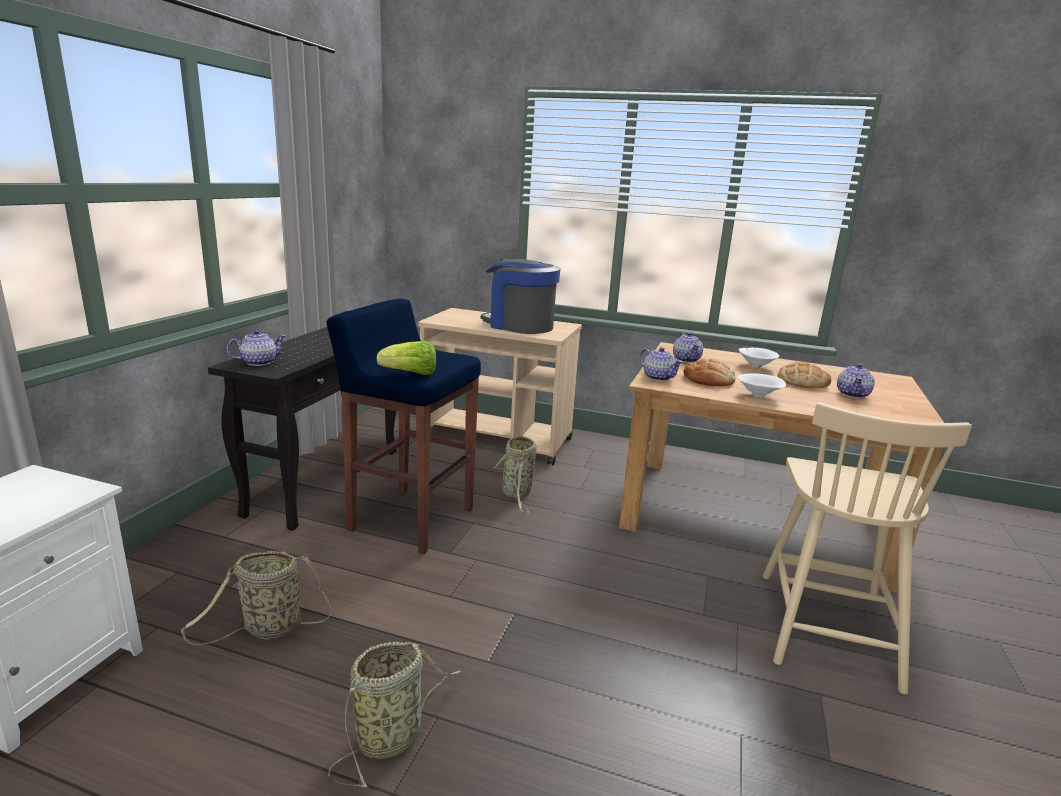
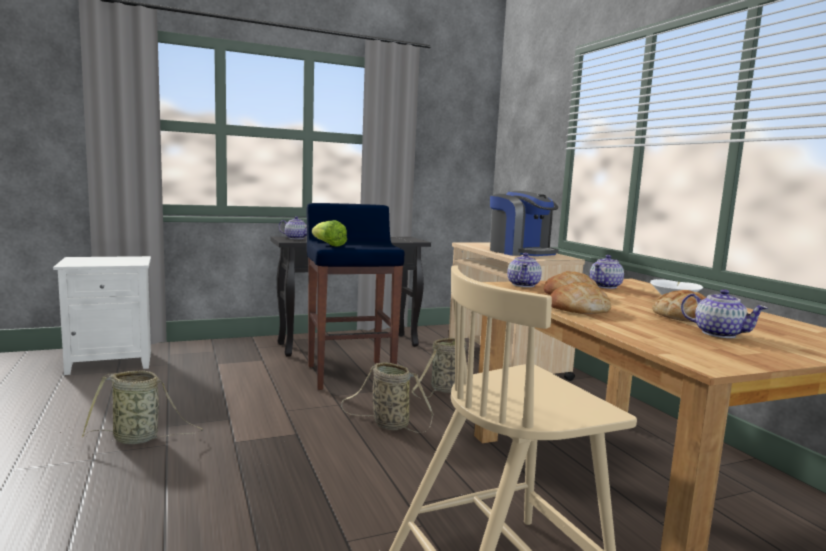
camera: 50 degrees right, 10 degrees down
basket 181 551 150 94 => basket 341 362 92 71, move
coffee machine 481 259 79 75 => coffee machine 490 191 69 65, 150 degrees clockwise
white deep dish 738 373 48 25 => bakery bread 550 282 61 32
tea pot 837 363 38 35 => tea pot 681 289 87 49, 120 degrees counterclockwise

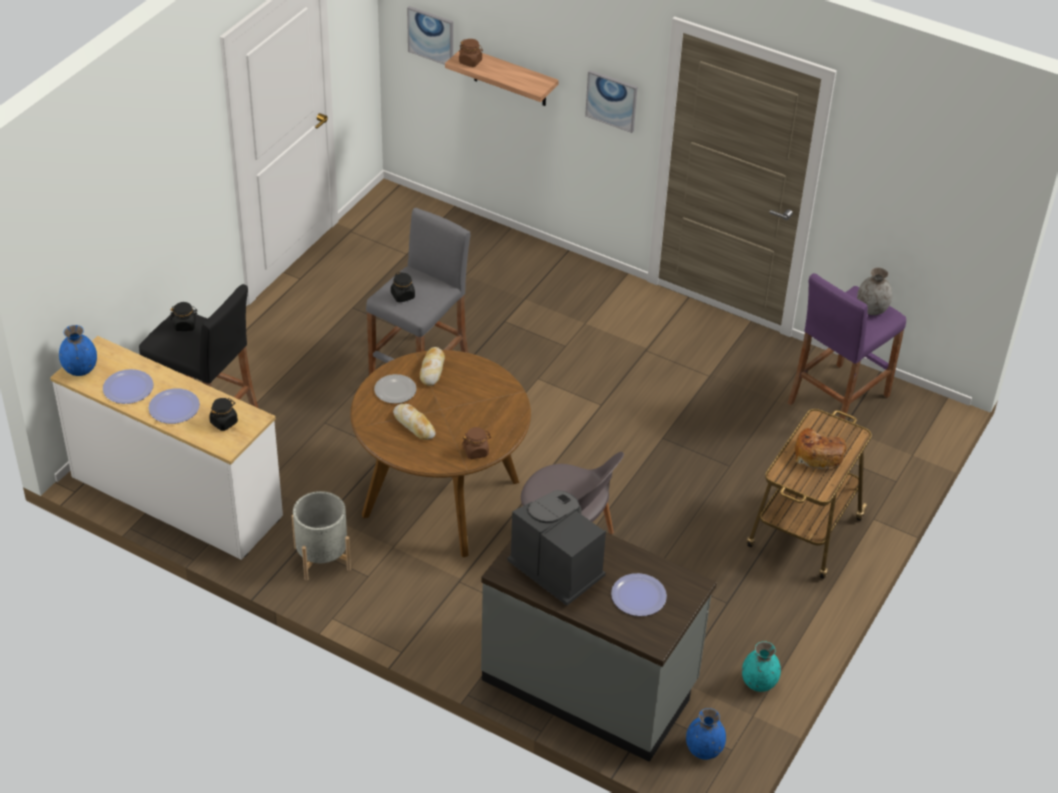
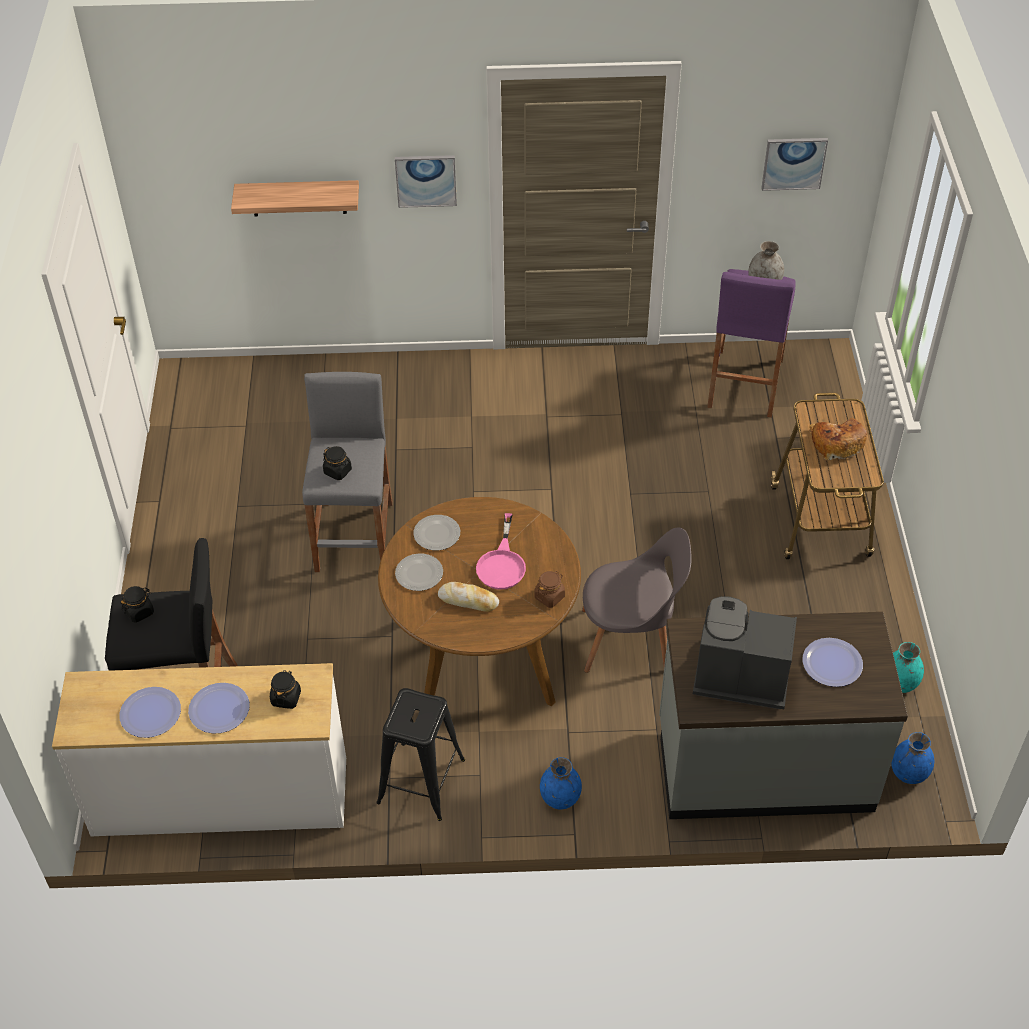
camera: 30 degrees left, 5 degrees up
grey plant pot 292 491 59 90 => blackish sitting stool 376 688 89 133
bakery bread 420 347 25 39 => plate 413 515 47 35
nothing => pink pan 476 513 50 77
bluish decorative vase 59 325 38 51 => bluish decorative vase 540 757 42 52, move
wall picture 407 6 46 59 => wall picture 761 138 67 53, move
brown-coloured preserve jar 459 39 24 28 => nothing

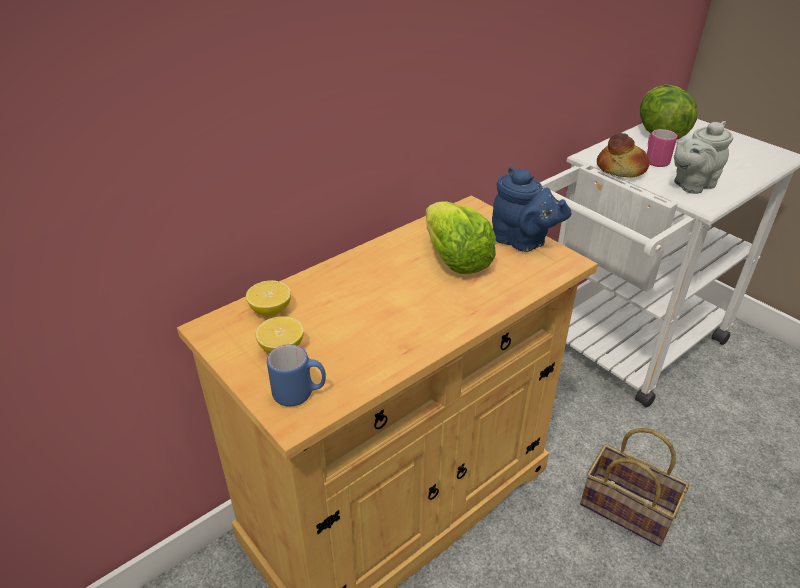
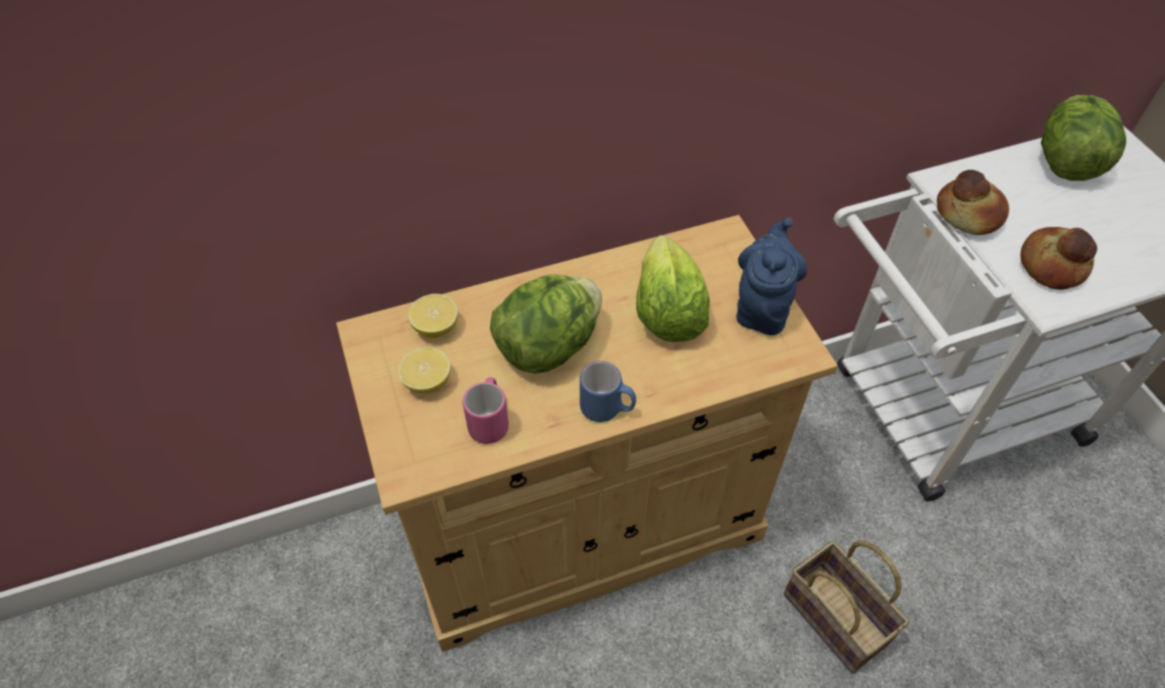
camera: 20 degrees right, 15 degrees up
pink mug 647 129 30 38 => pink mug 463 377 46 67, move
nothing => head of lettuce 490 274 112 100
bluish mug 267 344 59 62 => bluish mug 580 361 56 61, move
bluish tea pot 492 167 79 85 => bluish tea pot 736 218 71 117, 135 degrees counterclockwise
grey tea pot 674 121 59 73 => bakery bread 1021 227 76 63

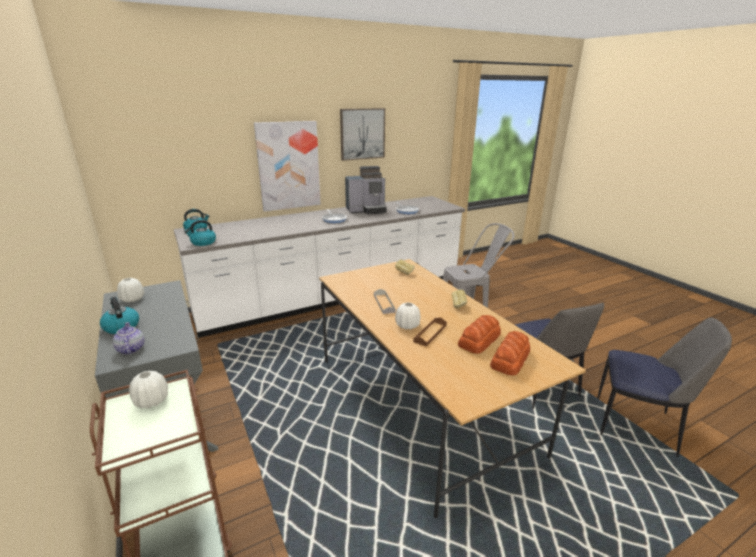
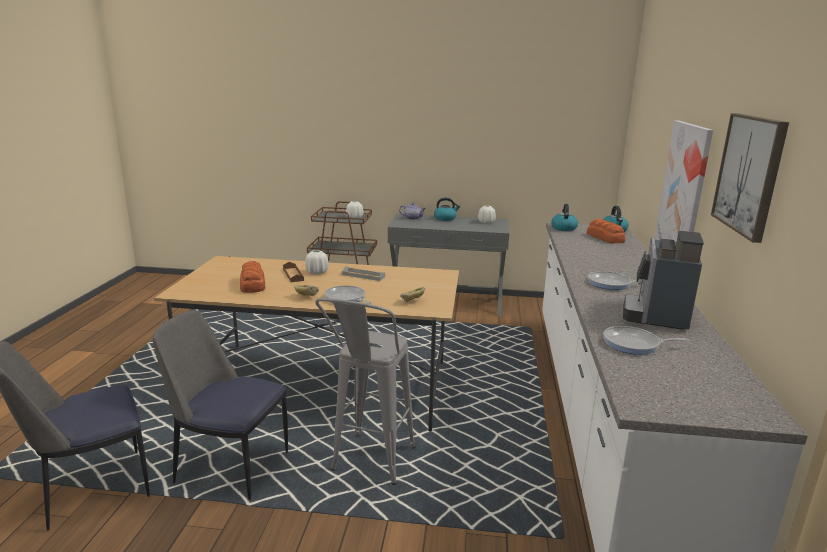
camera: 125 degrees right, 5 degrees down
nothing => pan 324 285 48 19
bakery bread 490 331 40 44 => bakery bread 587 219 38 25, move

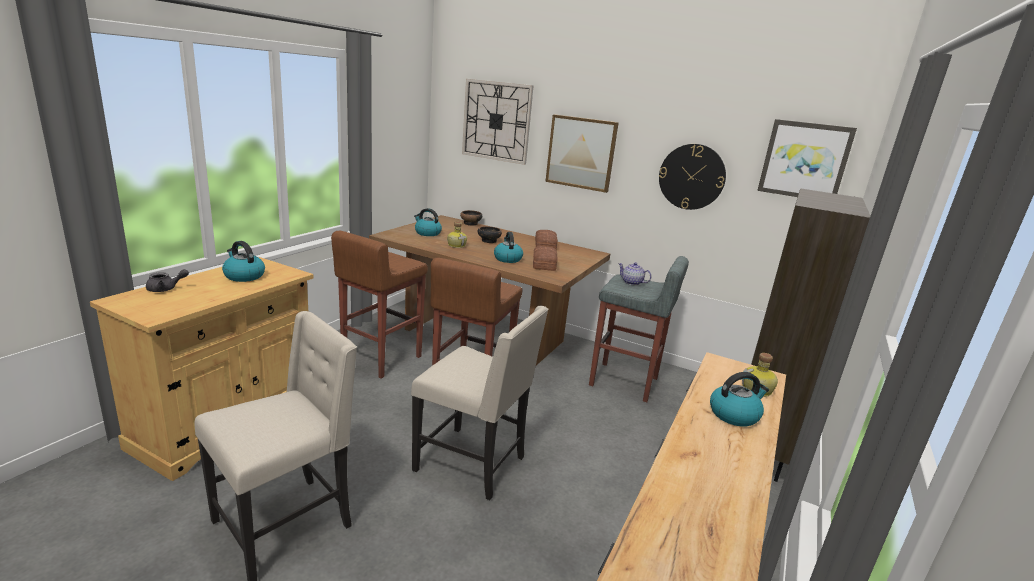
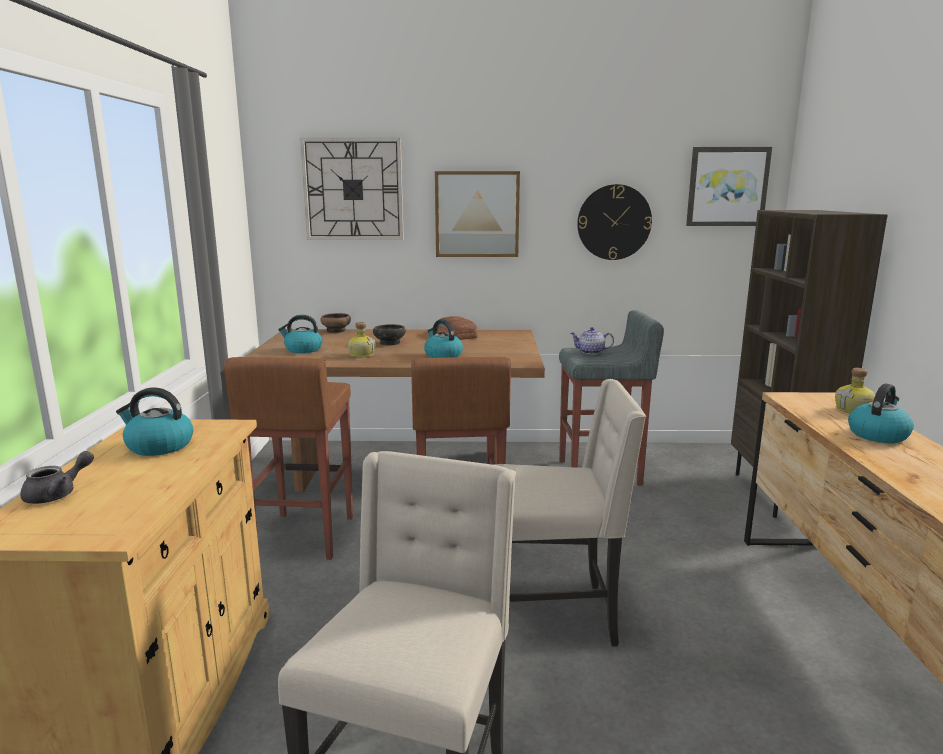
camera: 25 degrees left, 5 degrees down
bakery bread 533 246 24 25 => nothing

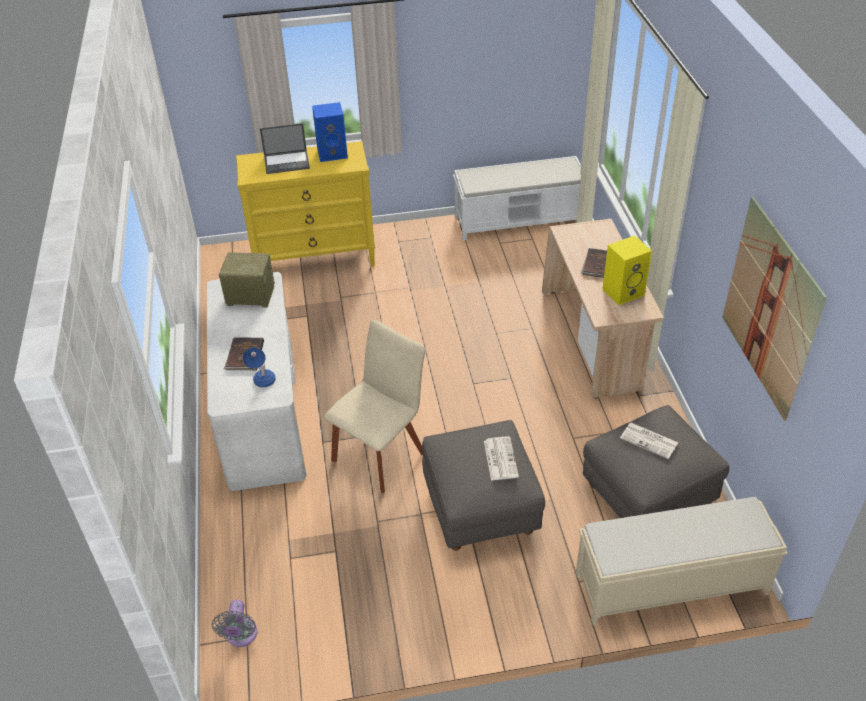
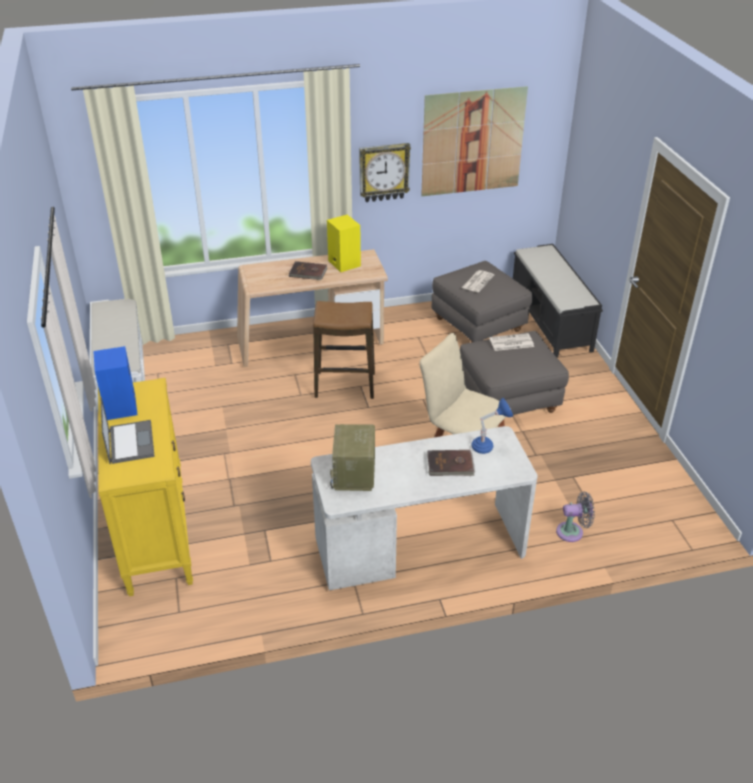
camera: 95 degrees left, 5 degrees down
nothing => sitting stool 313 301 62 98
nothing => clock on the wall 359 143 52 59
beige-coloured indoor bench 576 497 211 128 => blackish indoor bench 513 244 90 113
grey fan 212 600 46 47 => grey fan 556 492 39 50, move

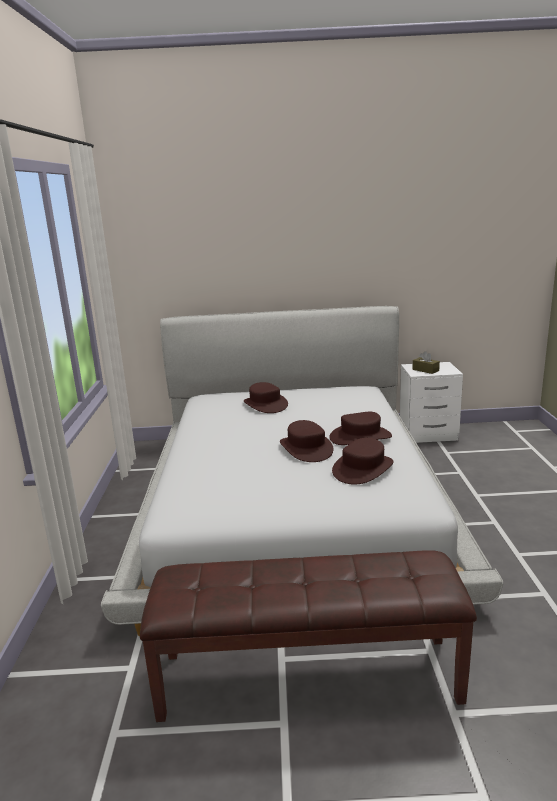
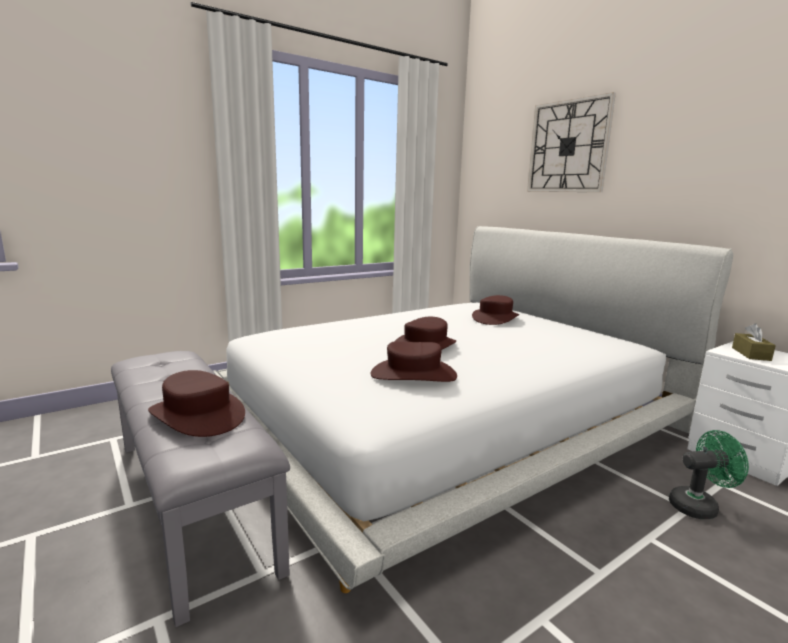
camera: 55 degrees right, 5 degrees down
brown-coloured indoor bench 140 550 337 172 => grey indoor bench 111 351 179 276
brown-coloured clothing hat 330 412 62 33 => brown-coloured clothing hat 148 370 97 67, move
nothing => clock on the wall 527 92 89 100
nothing => green-coloured fan 669 430 80 89

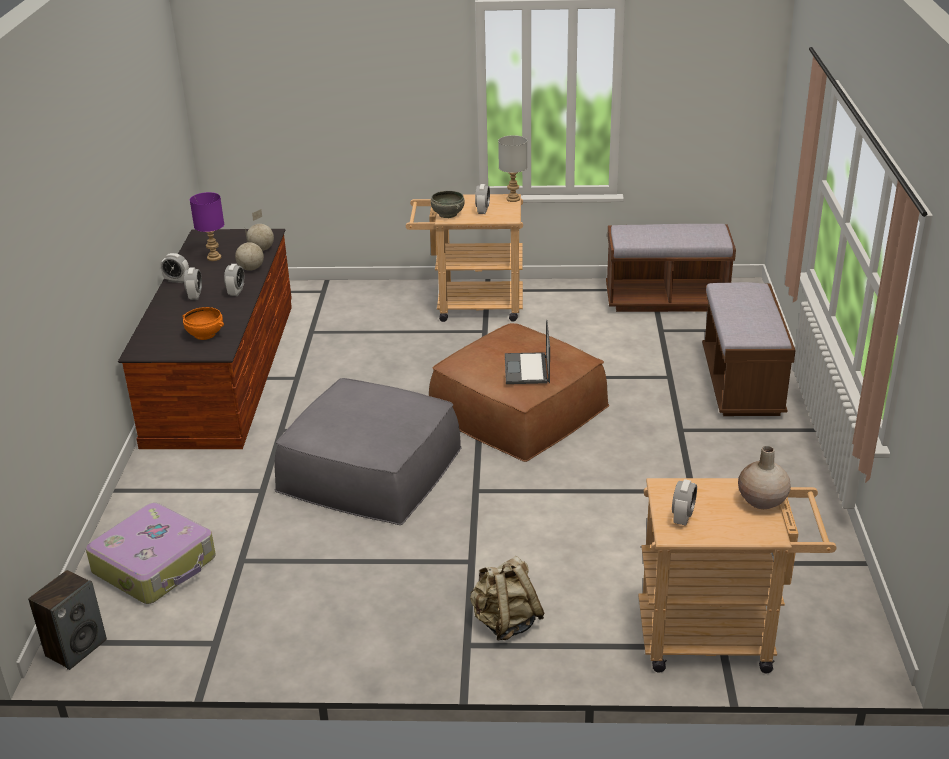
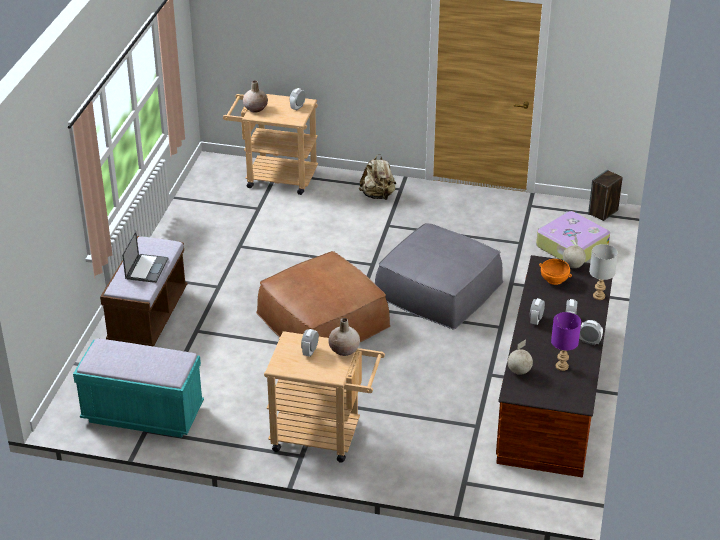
camera: 170 degrees left, 5 degrees up
brown-coloured indoor bench 606 224 130 88 => turquoise-coloured indoor bench 73 339 131 99
portable computer 505 320 45 64 => portable computer 122 231 47 52, move
grey deep dish 431 191 34 27 => beige-coloured decorative vase 328 318 32 38
desk globe 235 229 29 42 => desk globe 563 235 23 33, move
grey tabletop lamp 498 135 29 67 => grey tabletop lamp 589 244 29 56, move

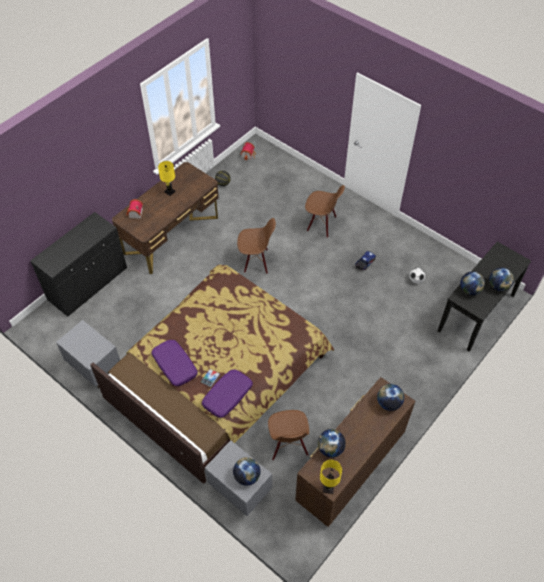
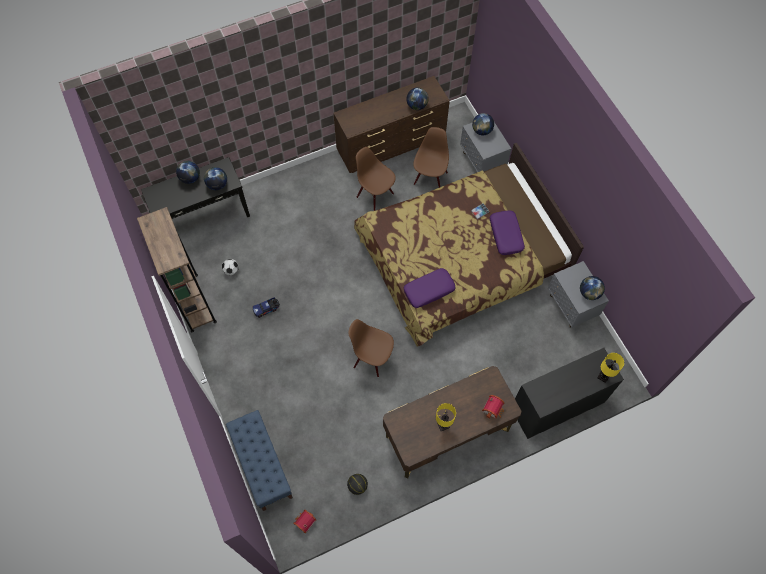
camera: 155 degrees left, 10 degrees up
nothing => brown-coloured shelving unit 137 207 80 125
nothing => bluish indoor bench 226 410 67 101
brown-coloured plain chair 305 185 40 53 => brown-coloured plain chair 356 147 40 64, move
purplish throw pillow 202 369 51 49 => purplish throw pillow 404 268 52 40, move
desk globe 377 384 27 27 => desk globe 580 276 25 24, move
yellowish tabletop lamp 320 460 22 34 => yellowish tabletop lamp 597 353 27 30, move

